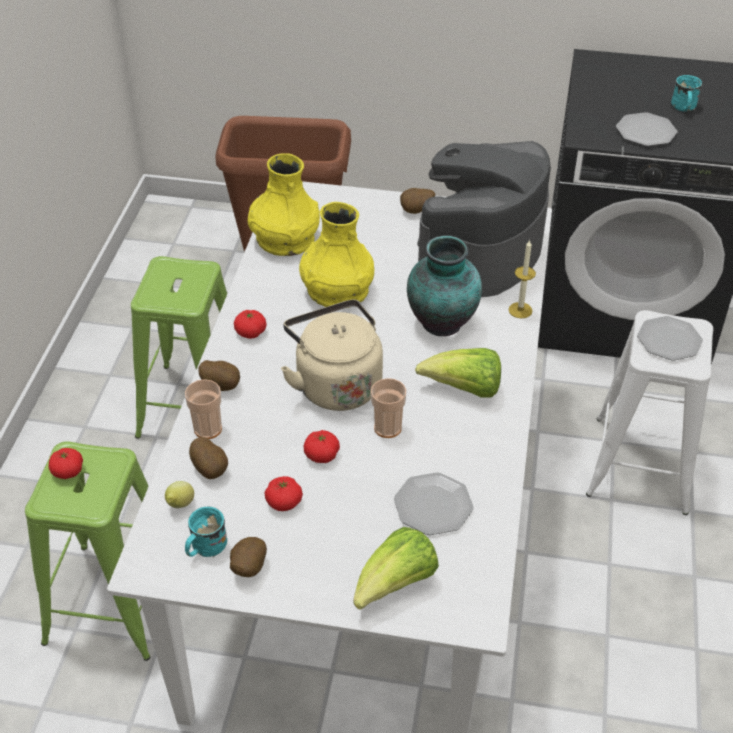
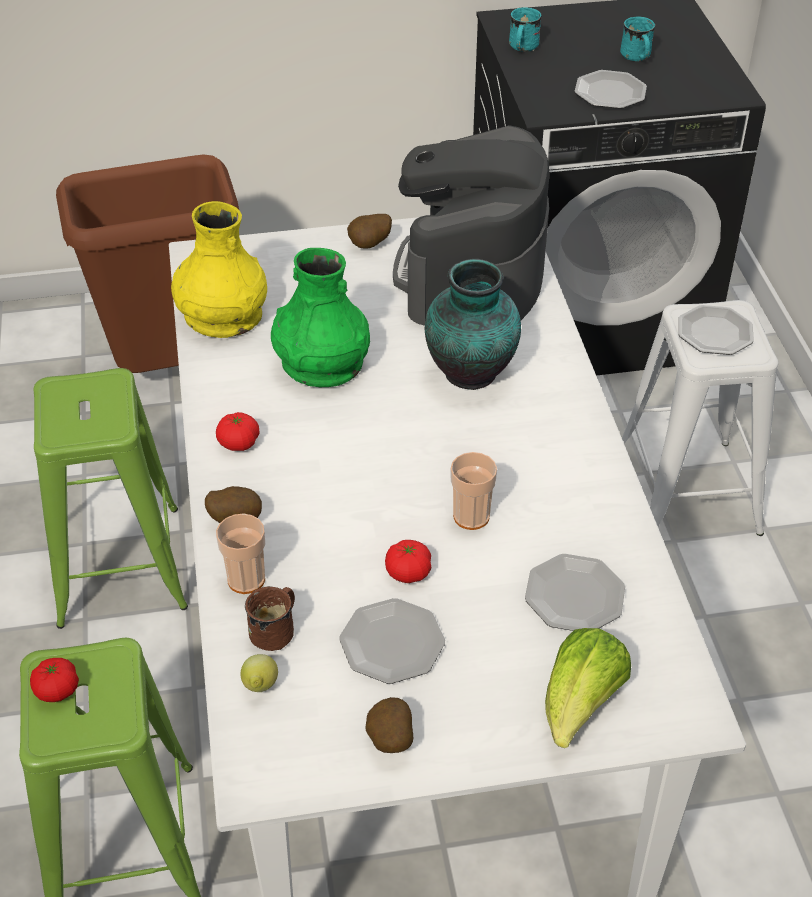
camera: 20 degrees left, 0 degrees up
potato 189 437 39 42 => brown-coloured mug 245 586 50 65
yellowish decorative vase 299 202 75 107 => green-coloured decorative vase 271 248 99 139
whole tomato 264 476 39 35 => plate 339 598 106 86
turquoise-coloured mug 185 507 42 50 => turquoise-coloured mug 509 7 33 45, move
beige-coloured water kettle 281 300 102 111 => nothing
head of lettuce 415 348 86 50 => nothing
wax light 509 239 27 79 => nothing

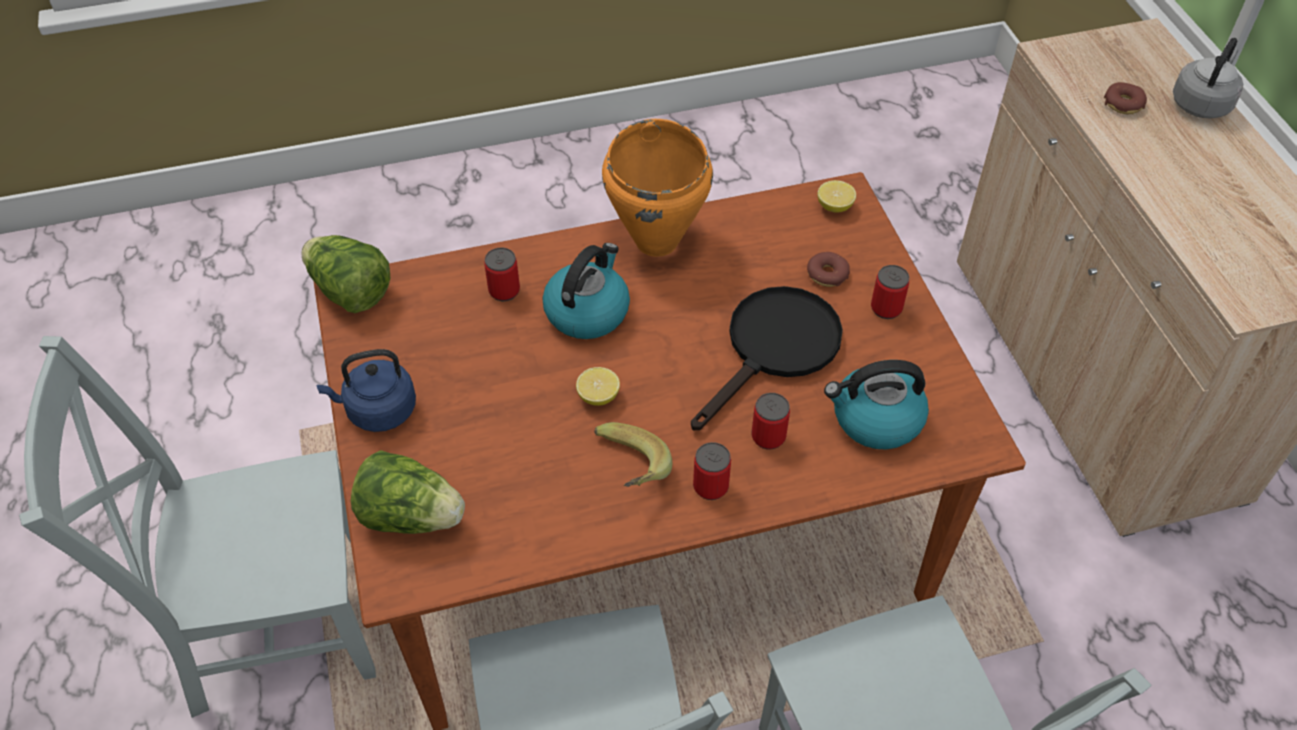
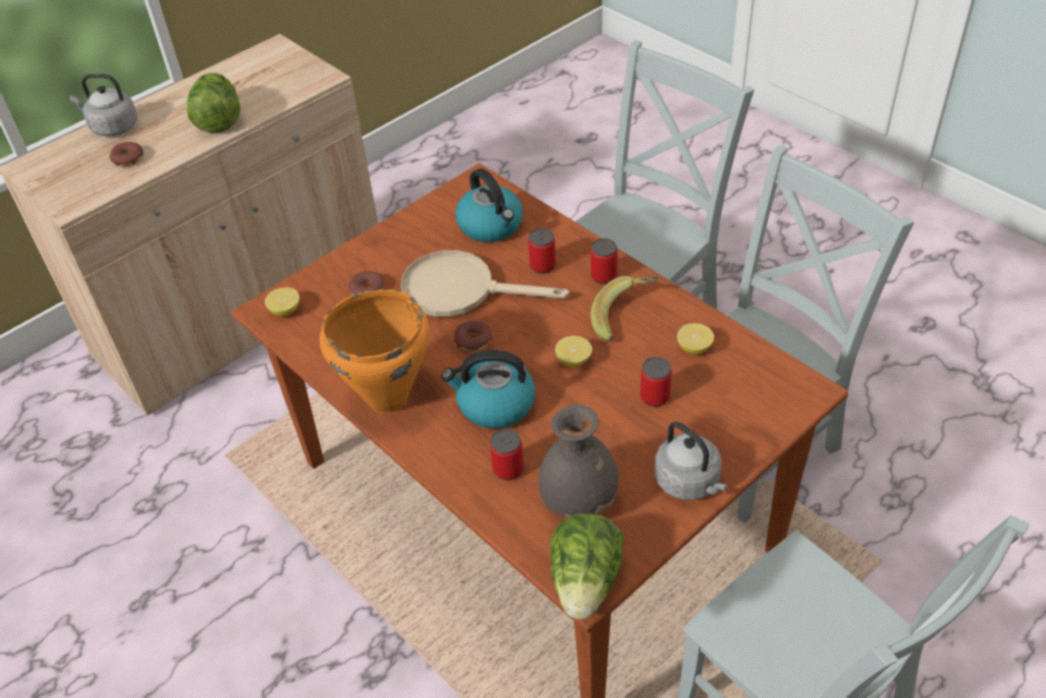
camera: 115 degrees left, 5 degrees down
head of lettuce 351 450 114 84 => head of lettuce 187 73 53 60, move
blackish pan 691 286 152 144 => beige-coloured pan 401 250 169 67
nothing => doughnut 454 321 38 31
nothing => grey decorative vase 539 404 80 114
can 871 265 38 54 => can 640 357 32 50, move
bluish water kettle 317 349 99 83 => grey water kettle 655 422 72 78
nothing => whole lemon 677 323 37 31

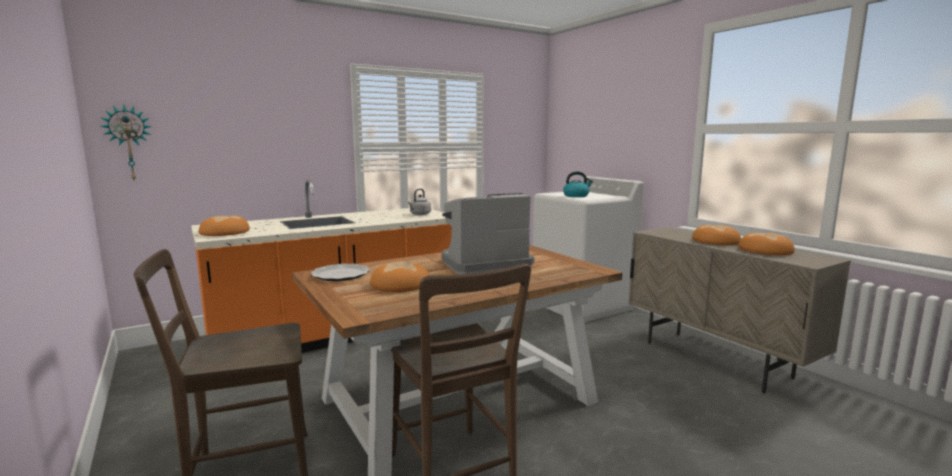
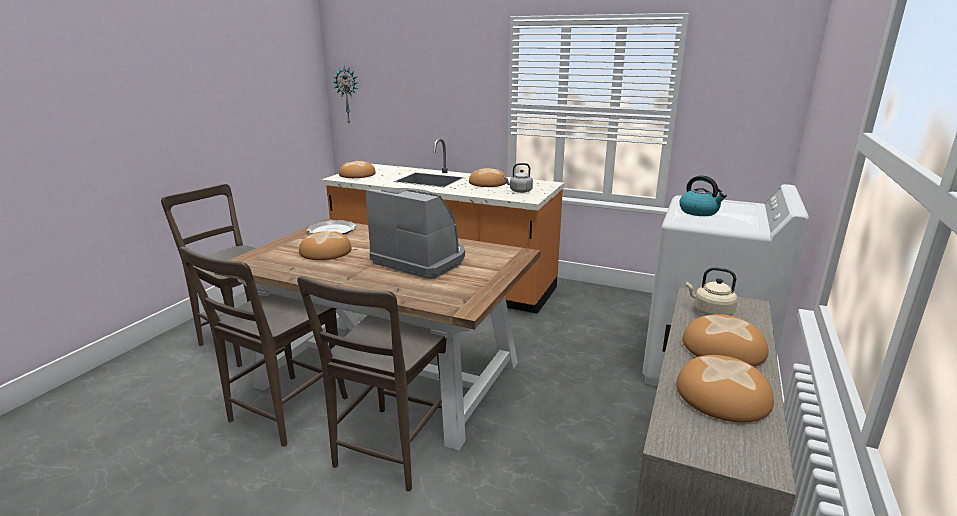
camera: 55 degrees right, 10 degrees up
nothing => brown-coloured plain chair 297 276 149 215
nothing => bakery bread 469 168 37 19
nothing => beige-coloured water kettle 686 267 52 49

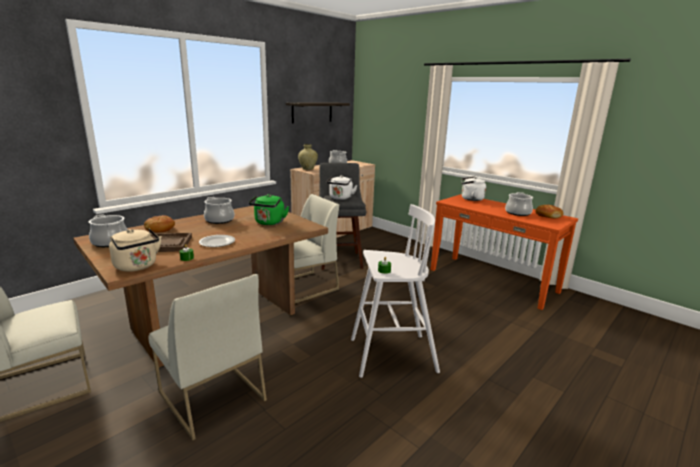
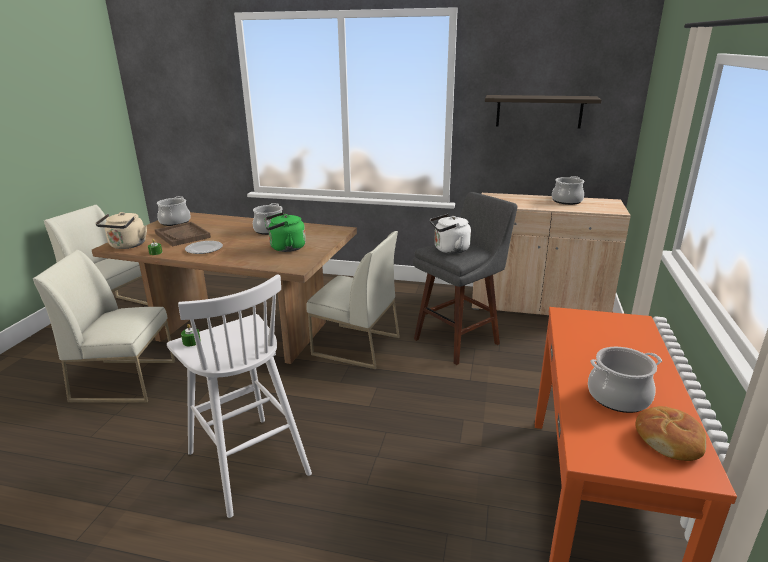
camera: 60 degrees right, 5 degrees up
white plain chair 149 274 118 166 => white plain chair 33 250 142 153, 75 degrees clockwise
bakery bread 144 215 31 17 => nothing
beige-coloured decorative vase 298 144 20 26 => nothing
white water kettle 461 176 25 25 => nothing

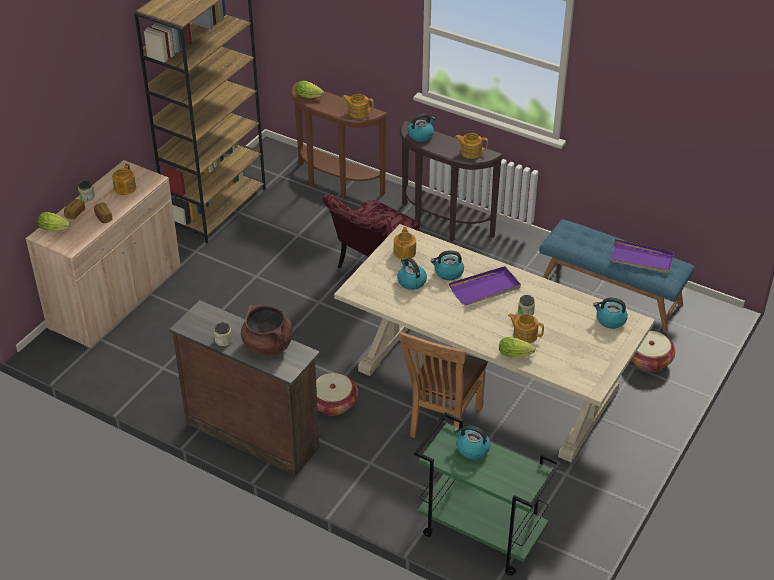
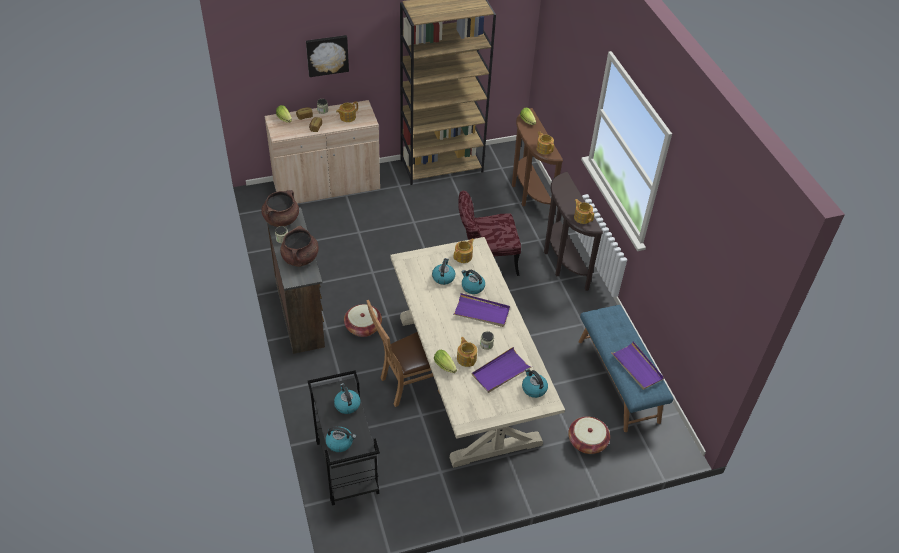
camera: 40 degrees right, 5 degrees up
nothing => brown-coloured cooking pot 261 190 38 37
nothing => wall picture 306 35 43 42
green-coloured cart 414 412 147 164 => blackish cart 308 370 72 135
water kettle 407 113 28 29 => water kettle 325 427 31 25, move
nothing => purplish tray 472 347 61 46

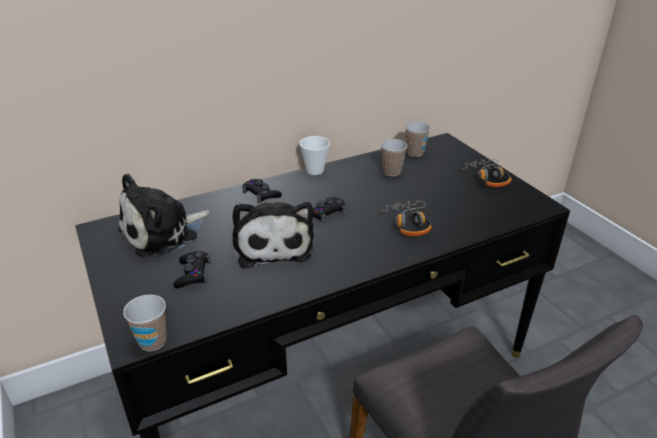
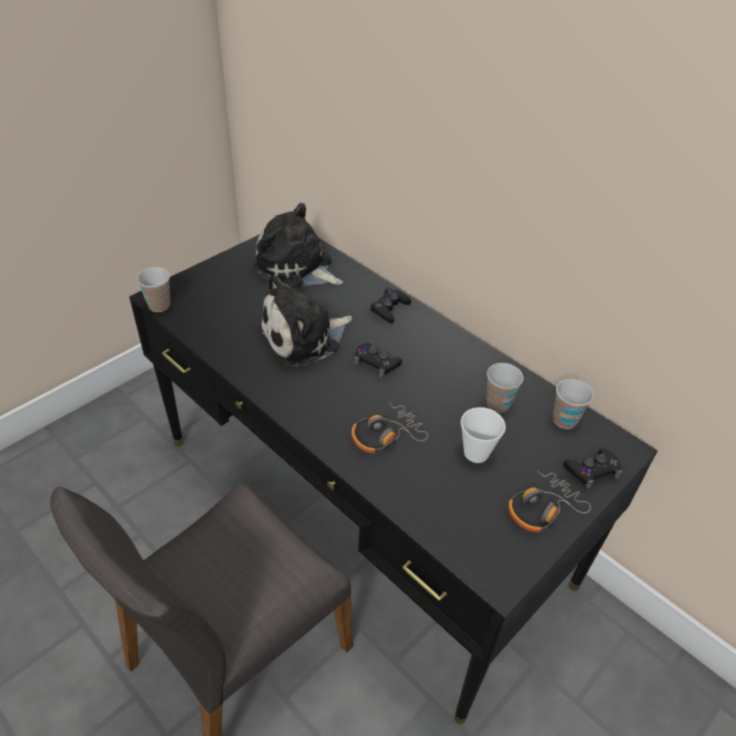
camera: 70 degrees right, 10 degrees up
small cup 299 136 31 39 => small cup 461 407 45 56, move
blackish joypad 173 251 38 38 => blackish joypad 563 448 59 41, move

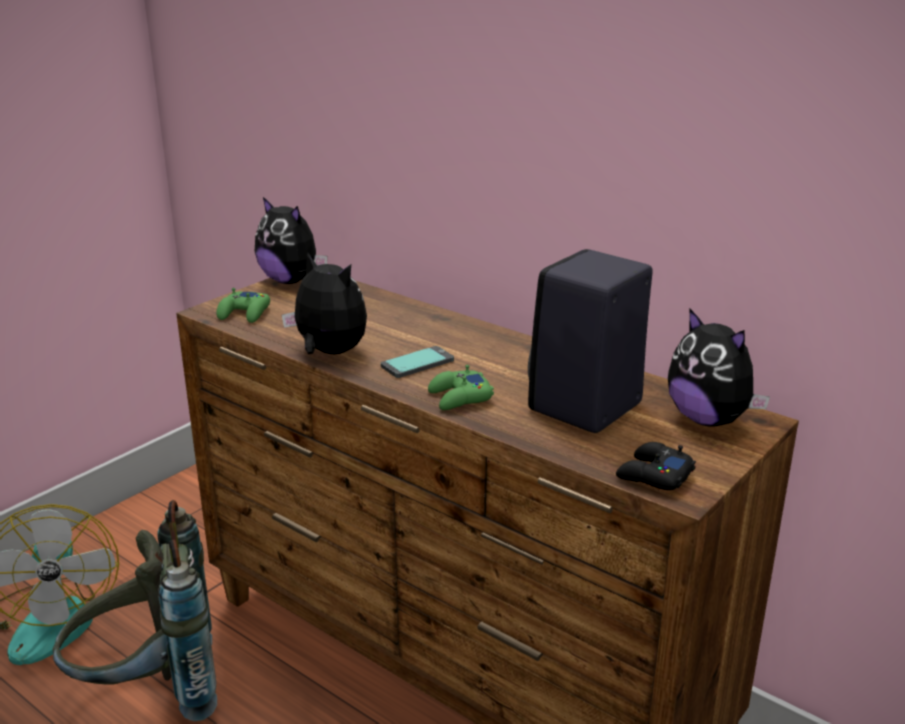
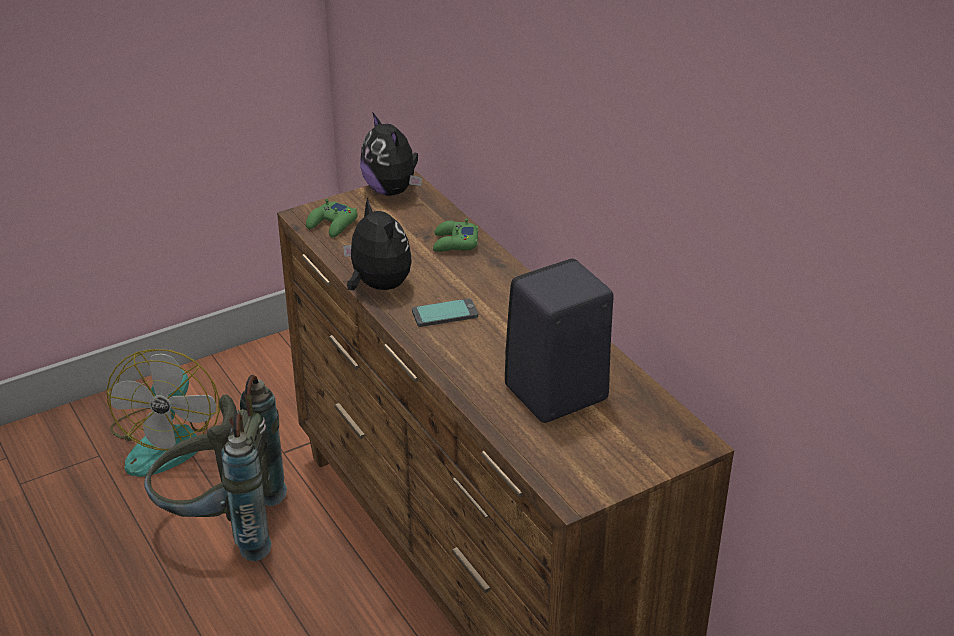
camera: 20 degrees right, 10 degrees up
green-coloured joypad 428 365 66 45 => green-coloured joypad 433 218 45 34, move
blackish joypad 616 442 80 48 => nothing
cuddly toy 668 309 102 118 => nothing

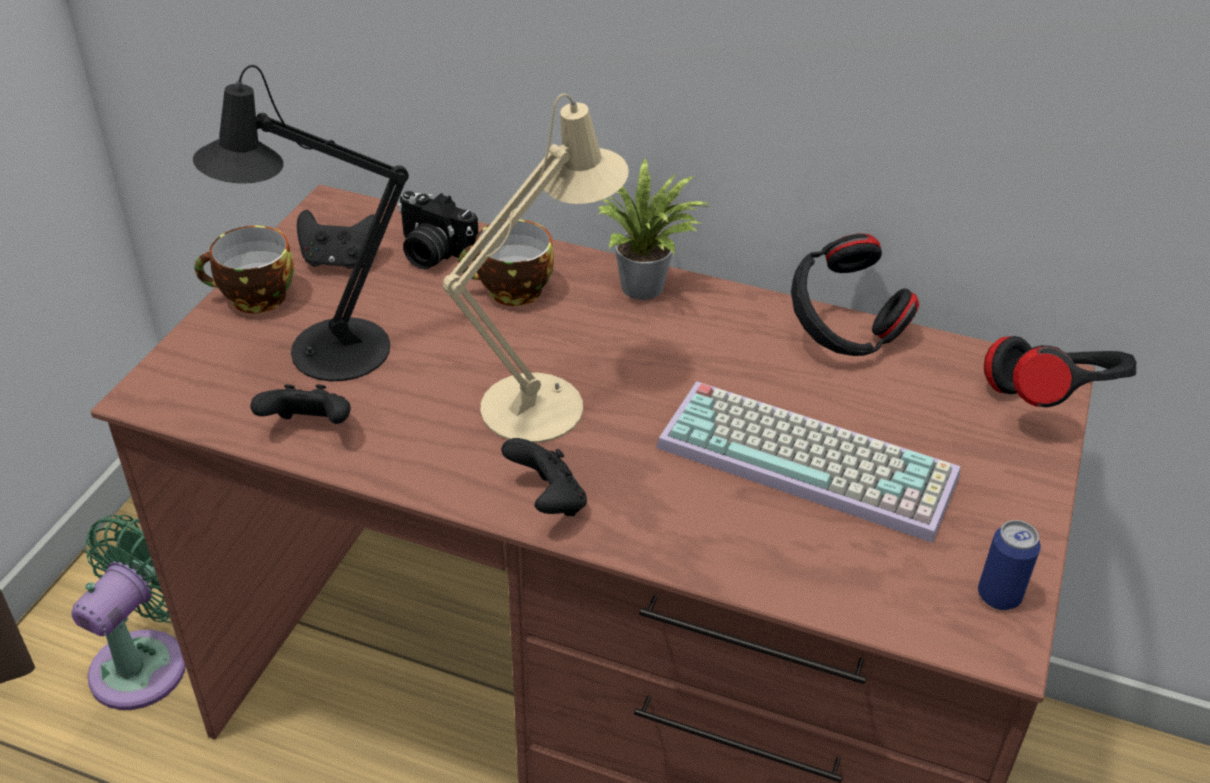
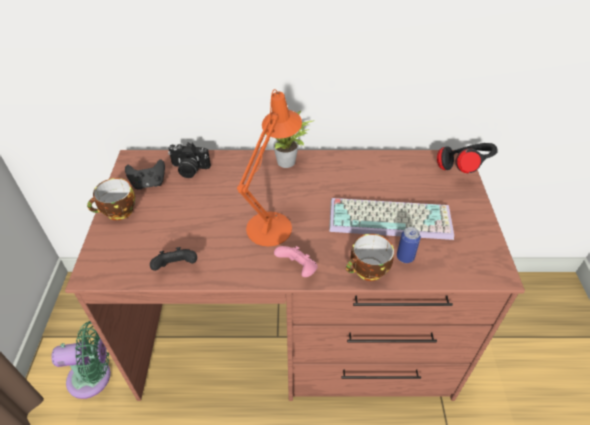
camera: 20 degrees left, 5 degrees up
green-coloured fan 71 515 115 195 => green-coloured fan 51 321 60 78, 75 degrees clockwise
beige-coloured tabletop lamp 443 94 186 349 => orangey tabletop lamp 237 89 65 157
blackish joypad 501 438 86 78 => pink joypad 274 246 44 31
small cup 458 219 96 87 => small cup 346 234 48 47, move
can 978 520 63 90 => can 397 227 24 36, move
blackish tabletop lamp 193 65 216 316 => nothing
blackish headphones 791 234 128 122 => nothing

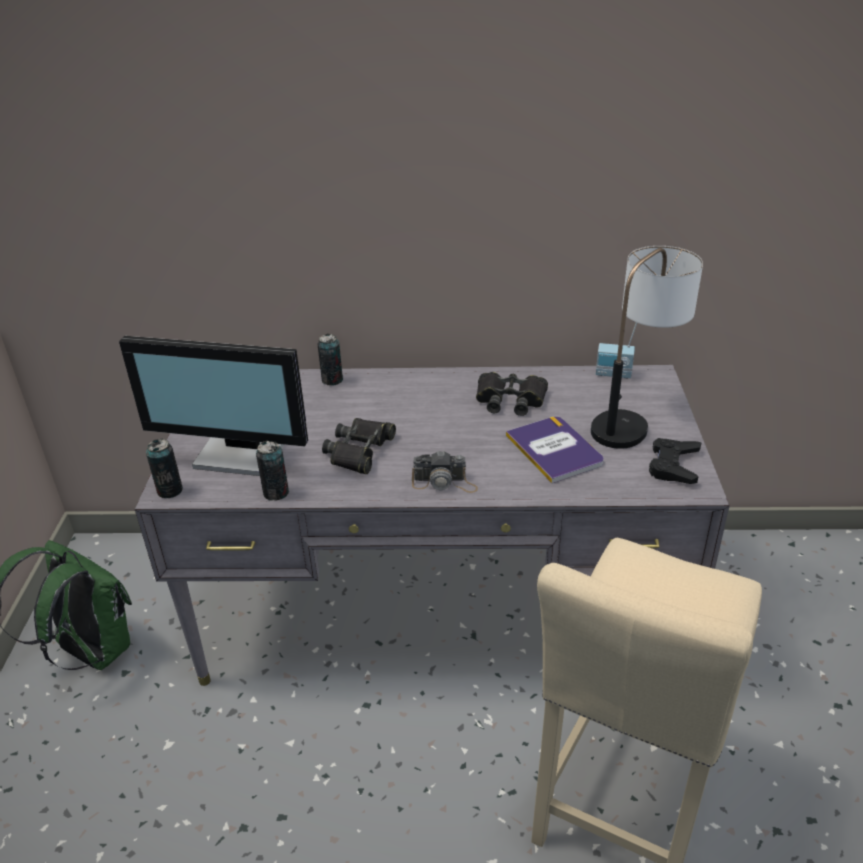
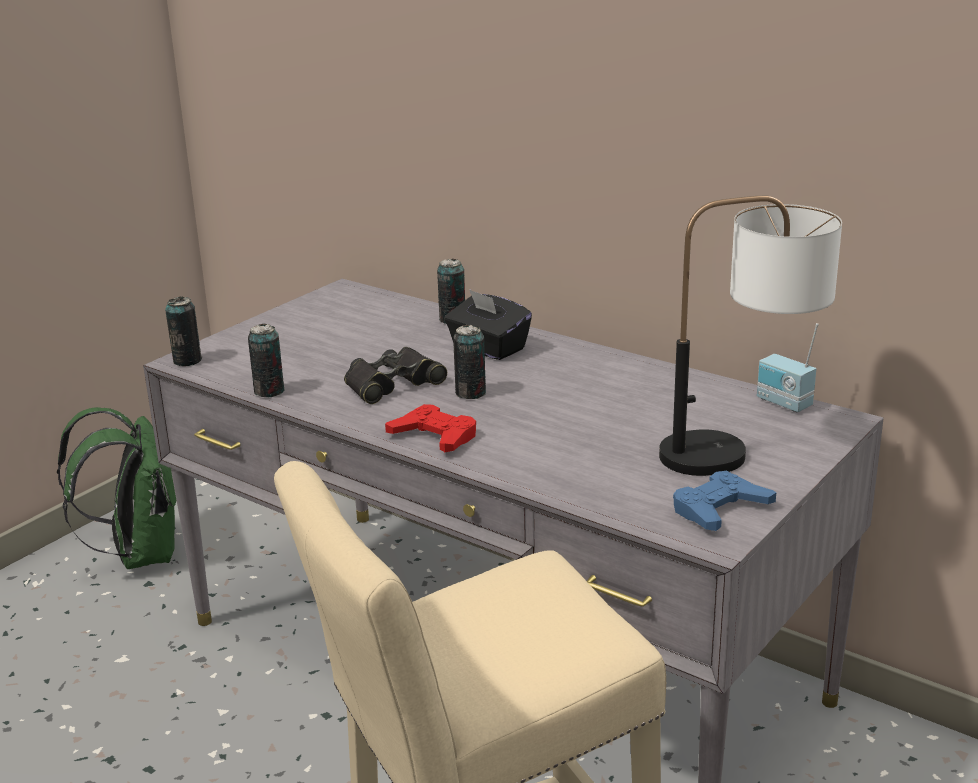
camera: 35 degrees right, 10 degrees down
still camera 412 452 66 41 => reddish joypad 385 404 91 48
nothing => blackish tissue holder 444 289 88 71
nothing => can 453 325 33 74
blackish joypad 649 438 53 46 => bluish joypad 673 471 103 60
monitor 119 336 189 140 => nothing
blackish pair of binoculars 476 372 72 44 => nothing
book 506 416 98 67 => nothing

